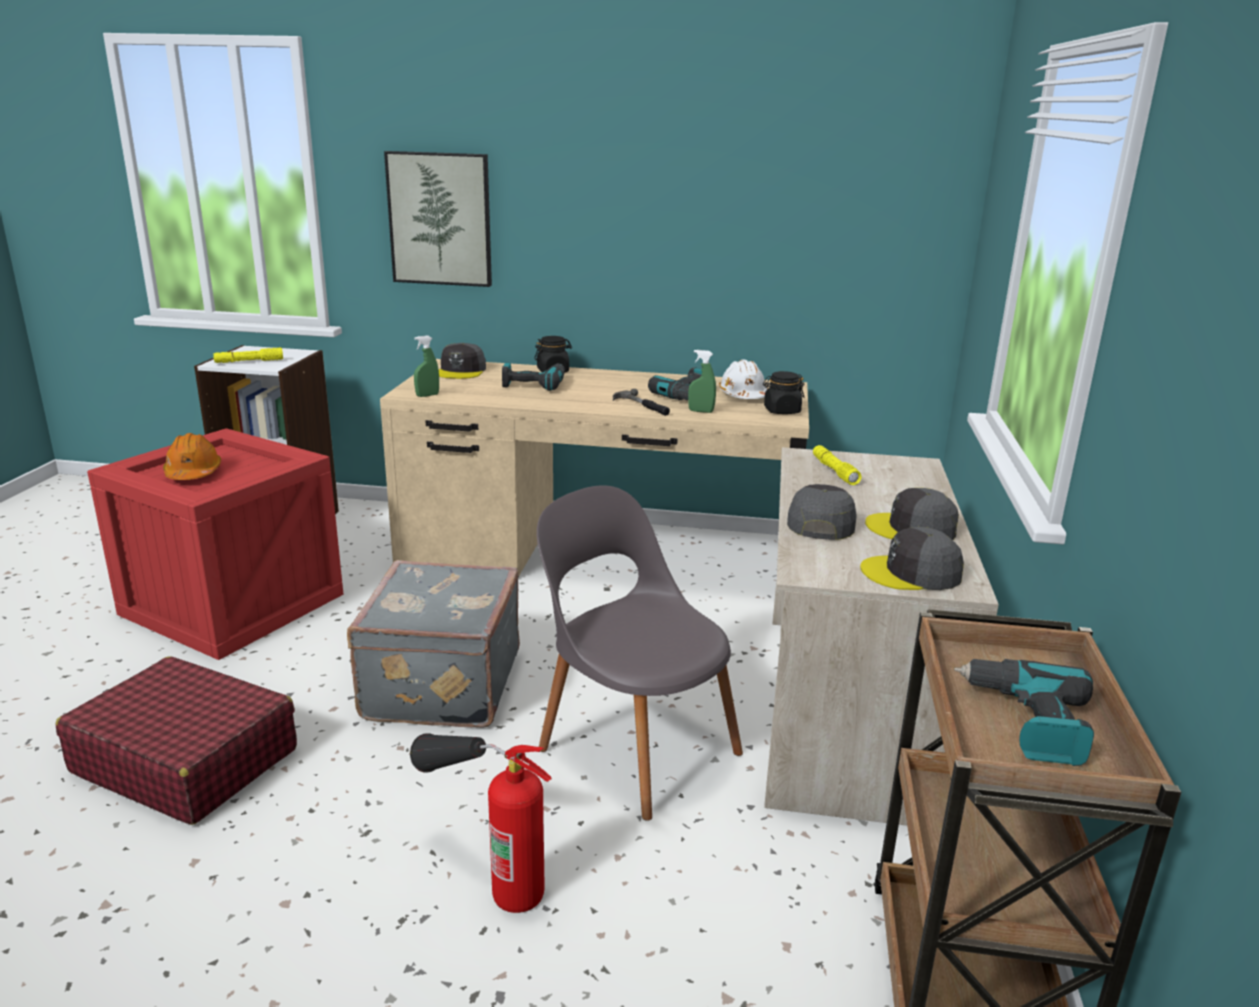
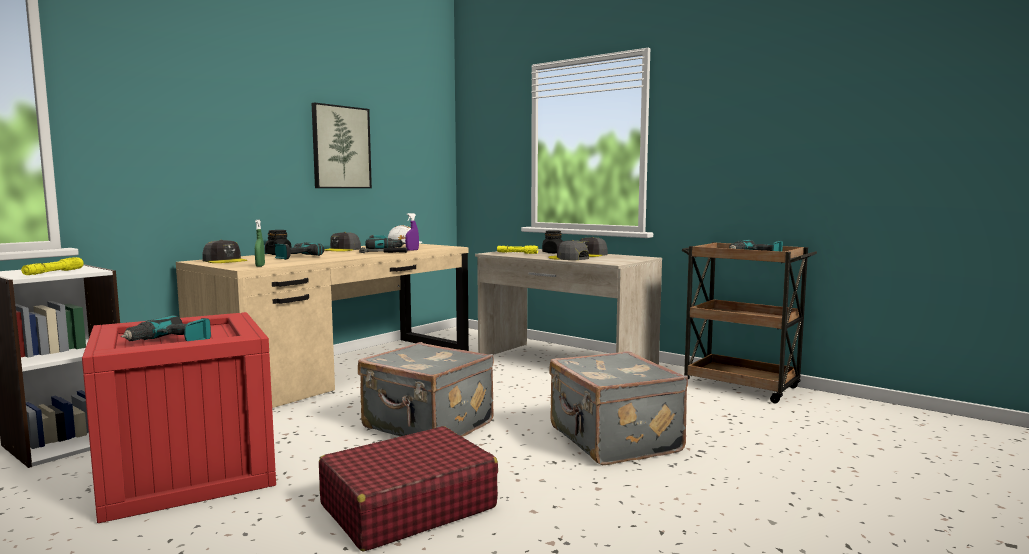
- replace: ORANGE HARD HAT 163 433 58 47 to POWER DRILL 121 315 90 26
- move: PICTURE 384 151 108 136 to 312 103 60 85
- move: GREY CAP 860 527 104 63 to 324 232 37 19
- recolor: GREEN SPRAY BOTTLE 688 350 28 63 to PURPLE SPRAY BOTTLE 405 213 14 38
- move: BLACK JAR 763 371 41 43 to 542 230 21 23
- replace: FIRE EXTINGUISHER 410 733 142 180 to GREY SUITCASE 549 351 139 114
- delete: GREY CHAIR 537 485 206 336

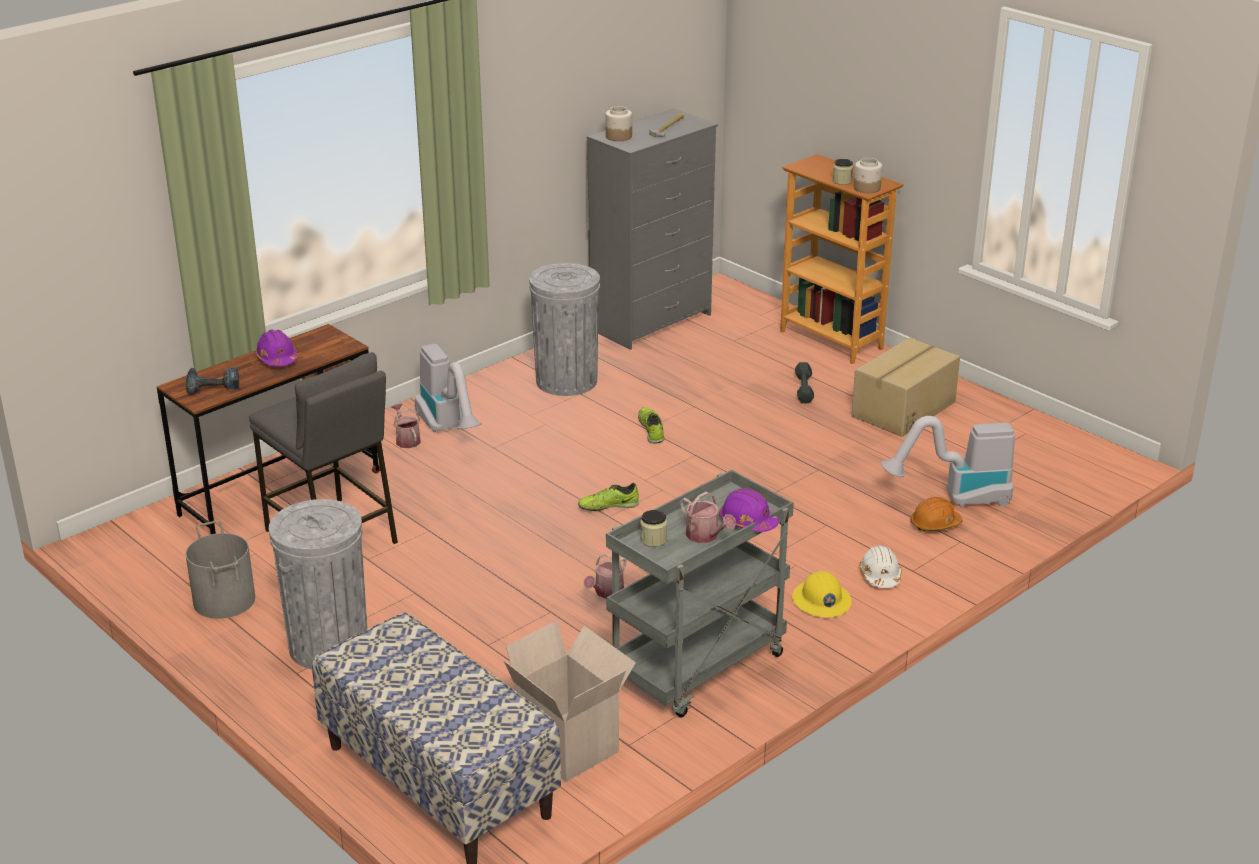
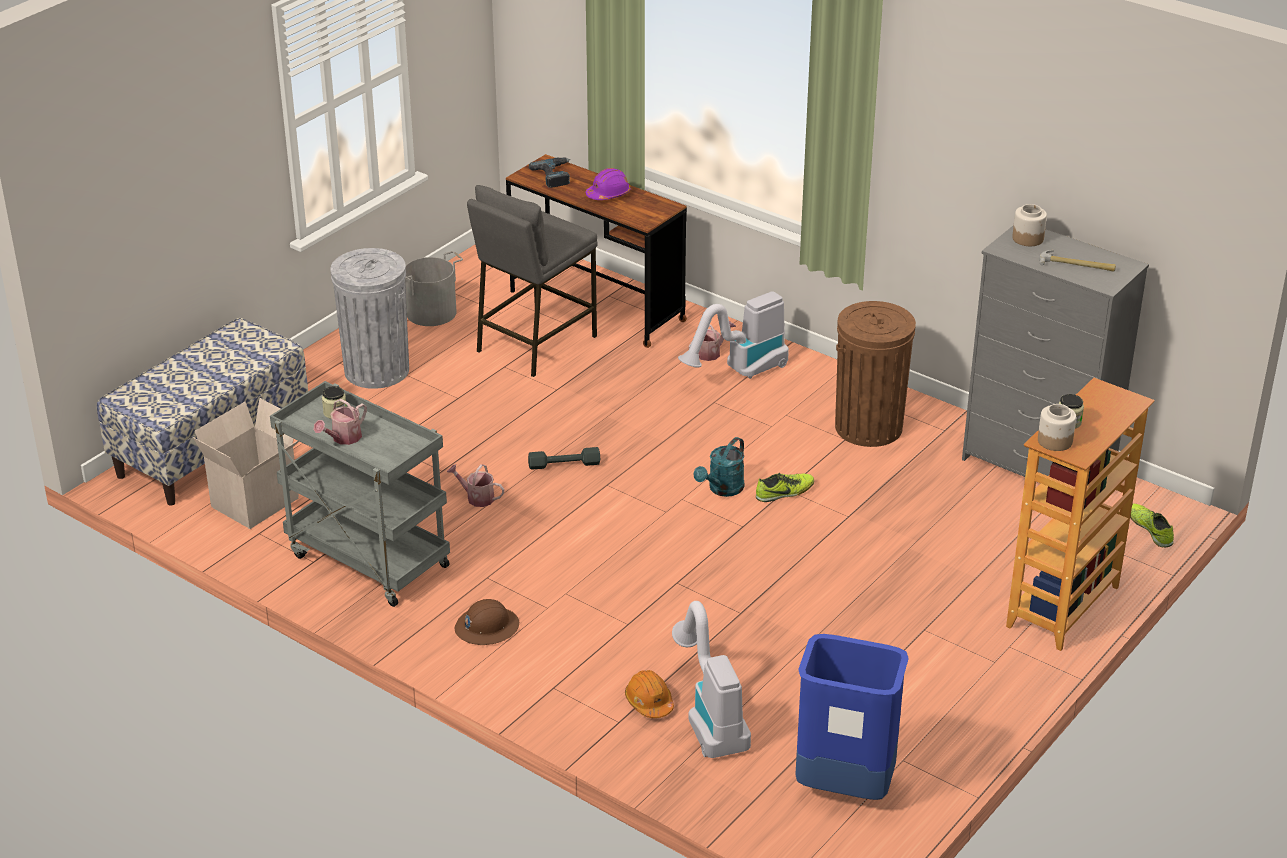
- recolor: YELLOW HARD HAT 792 571 60 47 to BROWN HARD HAT 455 599 64 46
- move: GREY DUMBBELL 795 362 19 41 to 528 447 72 22
- insert: TURQUOISE WATERING CAN 694 437 50 60
- insert: BLUE TRASH CAN 795 634 114 166
- recolor: GREY TRASH CAN 529 263 71 133 to BROWN TRASH CAN 835 301 81 146
- move: SHOE 578 483 61 28 to 1130 503 44 45
- delete: PURPLE HARD HAT 719 488 60 44
- delete: CARDBOARD BOX 852 338 108 99
- delete: WHITE HARD HAT 859 545 42 43

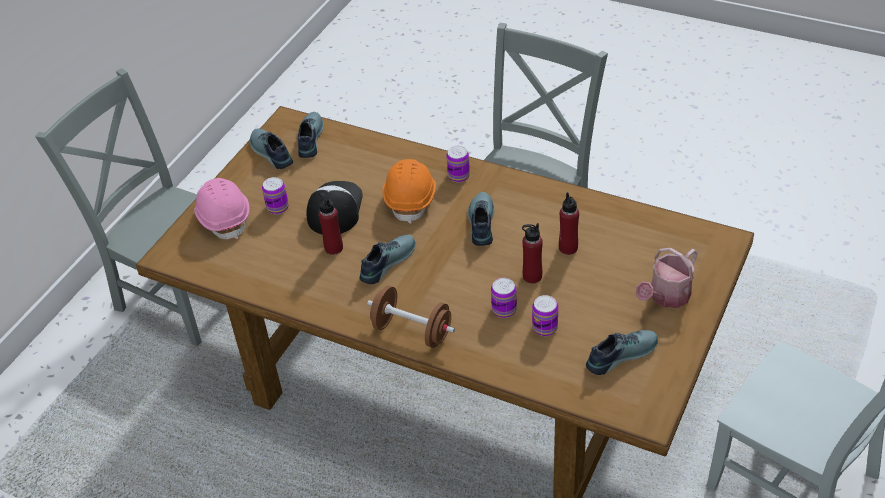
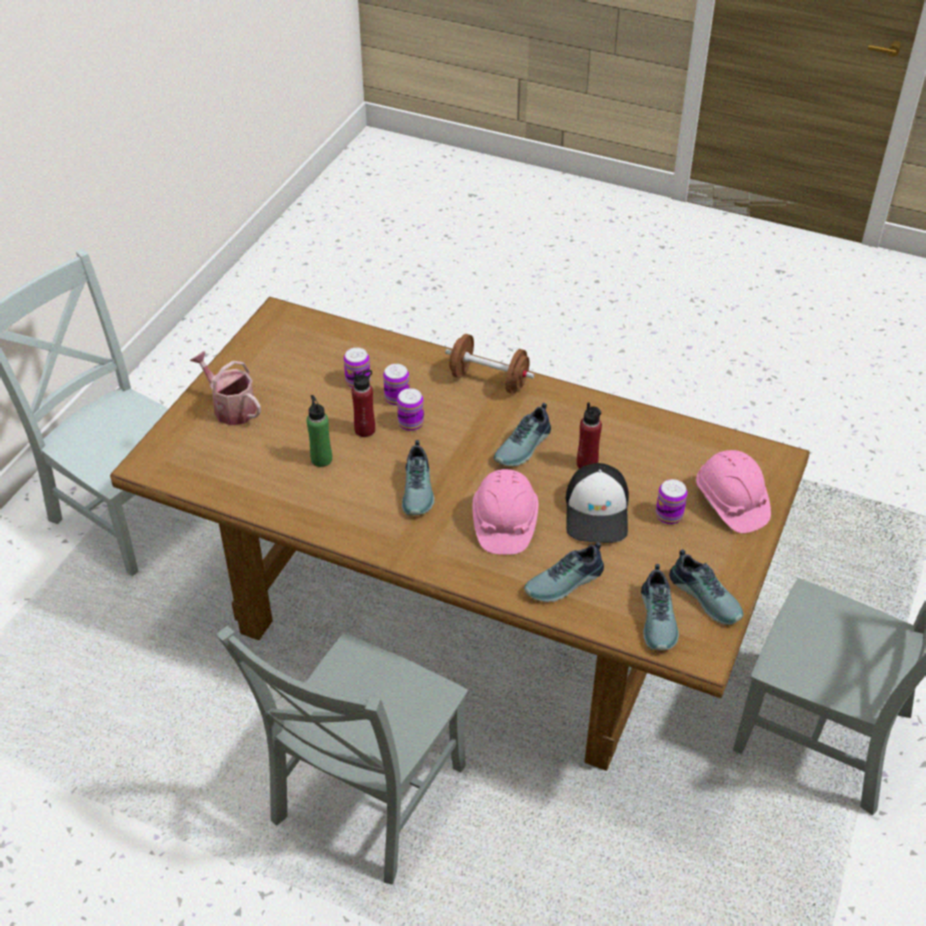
- rotate: WATERING CAN 636 248 62 60 = 190 351 71 74 90 degrees counterclockwise
- recolor: RED BOTTLE 559 192 20 63 to GREEN BOTTLE 306 395 26 72
- move: CAN 446 146 24 36 to 397 388 27 43
- recolor: ORANGE HARD HAT 382 159 54 65 to PINK HARD HAT 472 469 66 86
- move: SHOE 586 330 72 45 to 524 542 80 60

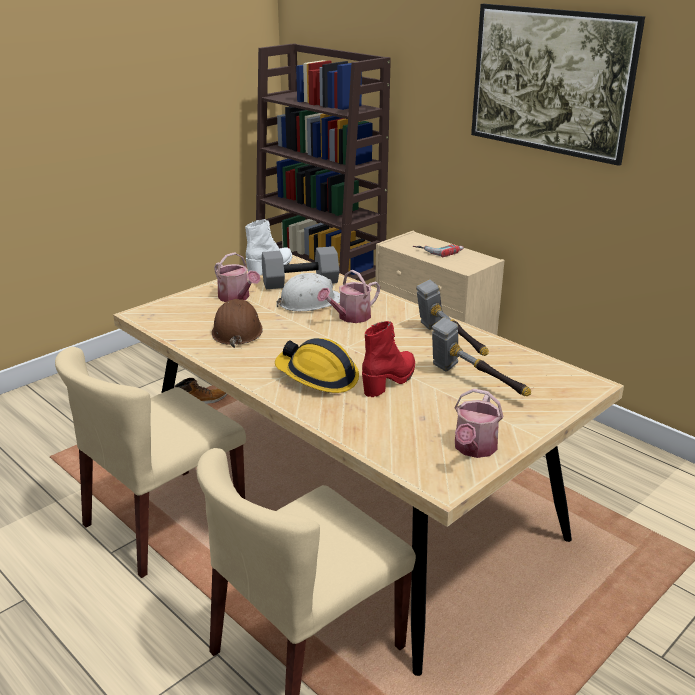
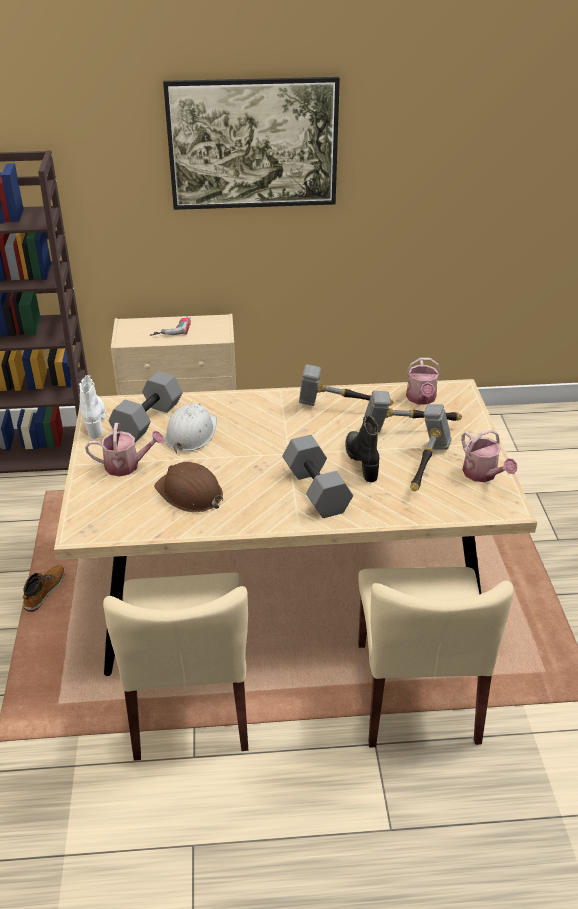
- replace: HARD HAT 275 338 84 55 to GREY DUMBBELL 283 435 70 83
- recolor: RED BOOT 362 321 53 76 to BLACK BOOT 346 415 33 67
- move: WATERING CAN 317 270 63 53 to 406 358 35 47
- insert: HAMMER 410 404 42 87

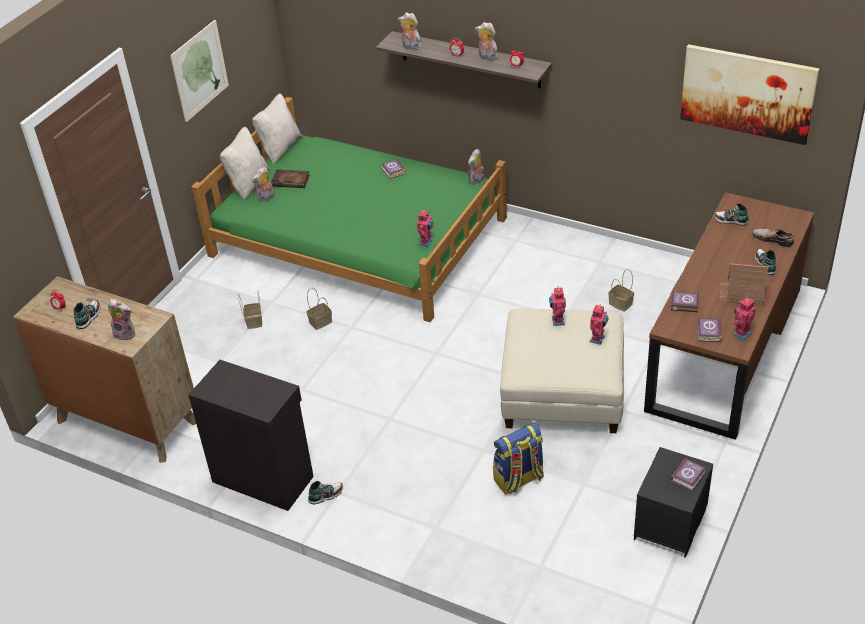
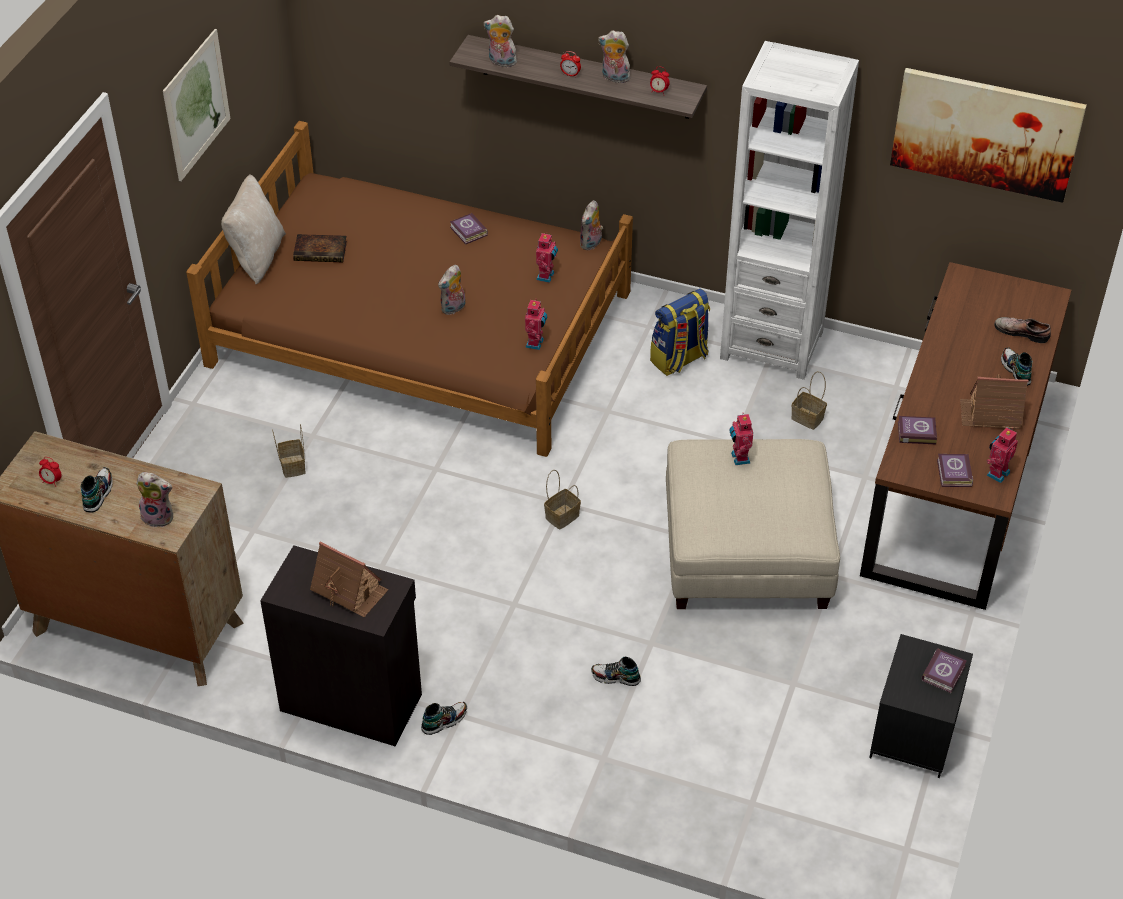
- recolor: GREEN BED 191 97 316 225 to BROWN BED 186 121 447 336
- insert: TOY HOUSE 310 541 79 76
- move: PLUSH TOY 251 167 23 35 to 438 265 28 50
- move: TOY ROBOT 590 305 19 40 to 536 233 22 50
- move: BASKET 306 288 26 42 to 544 470 37 60
- move: SHOE 714 203 35 23 to 591 657 50 29
- move: BACKPACK 493 423 51 72 to 650 289 60 87
- insert: WHITE BOOKCASE 720 41 139 339
- delete: BEIGE PILLOW 252 94 51 70

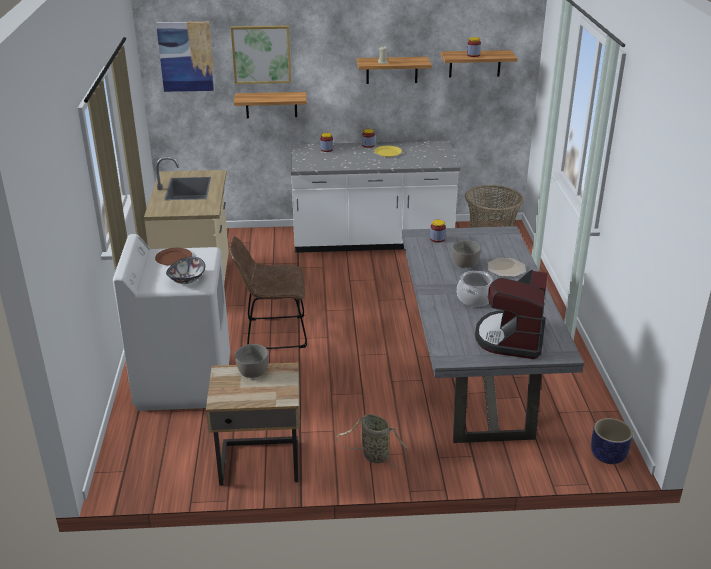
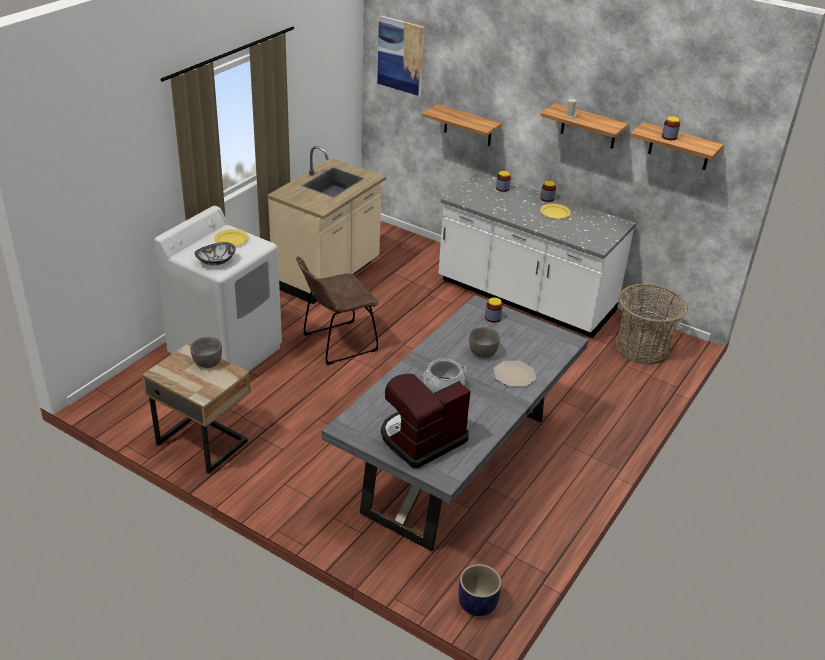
- recolor: BROWN PLATE 155 248 37 18 to YELLOW PLATE 214 229 35 17
- rotate: BROWN CHAIR 229 236 78 113 = 296 256 82 109 60 degrees counterclockwise
- delete: PICTURE 231 25 60 59
- delete: BASKET 337 414 70 53

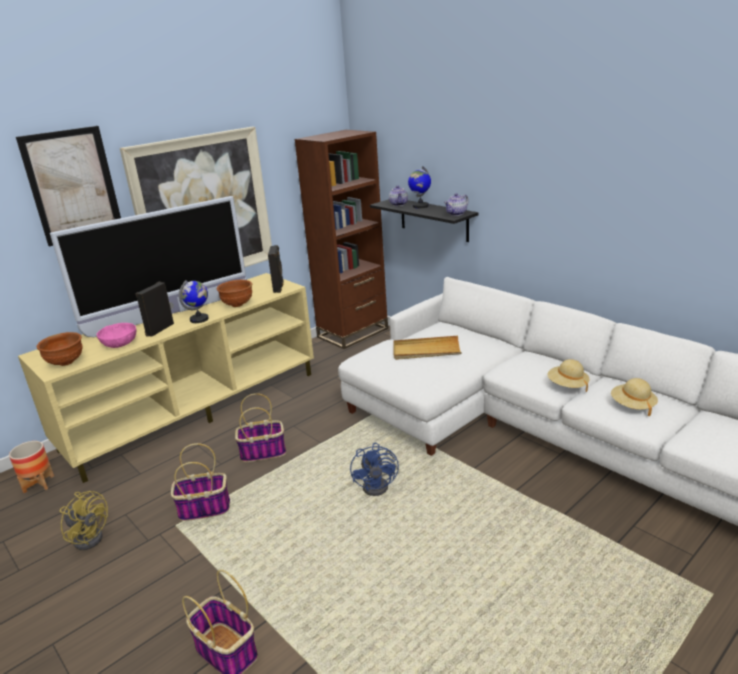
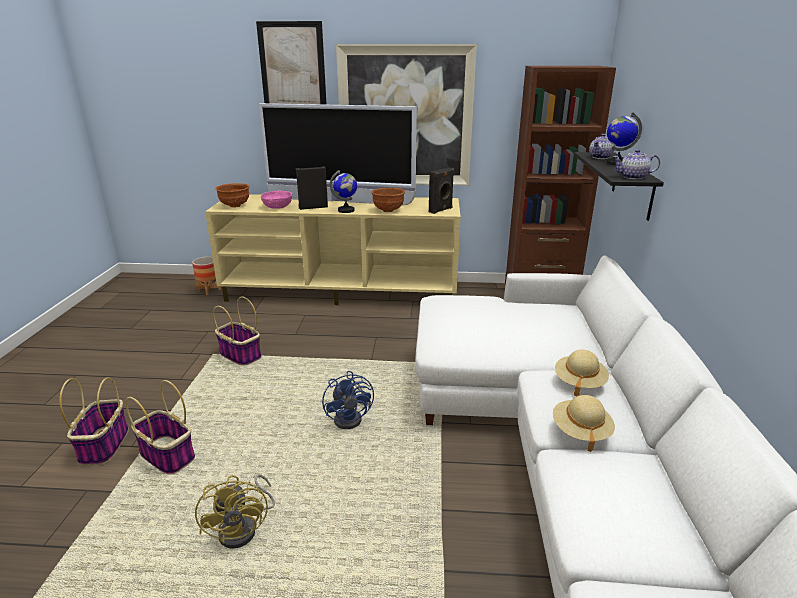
- move: BASKET 235 393 51 69 to 125 380 70 94
- move: YELLOW FAN 60 491 48 59 to 195 475 80 74
- rotate: BLUE FAN 350 443 50 53 = 322 371 52 58 60 degrees counterclockwise
- move: BEIGE HAT 611 378 47 38 to 555 350 54 47
- delete: BEIGE TRAY 393 336 69 24

